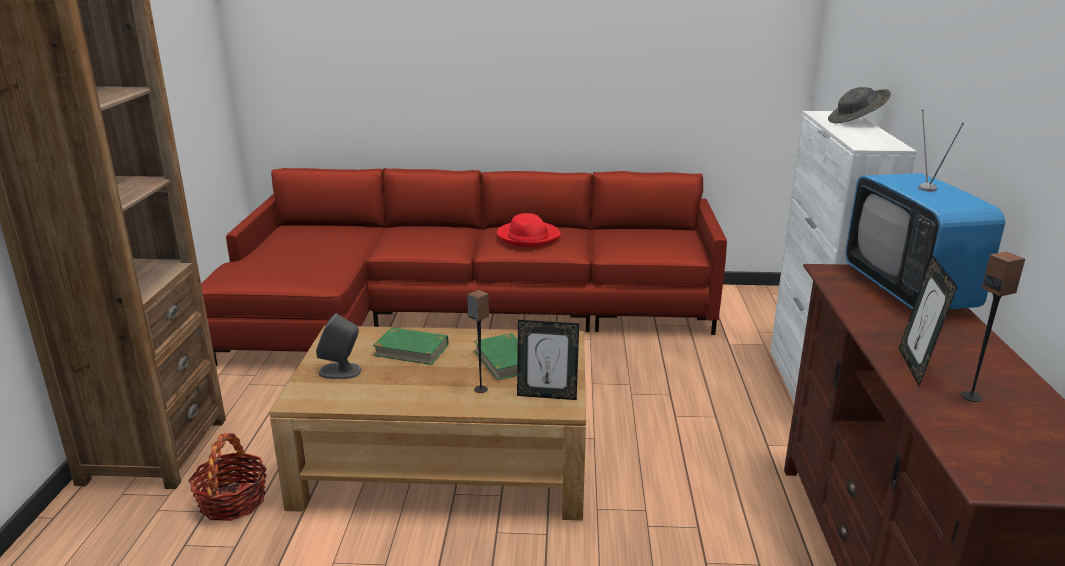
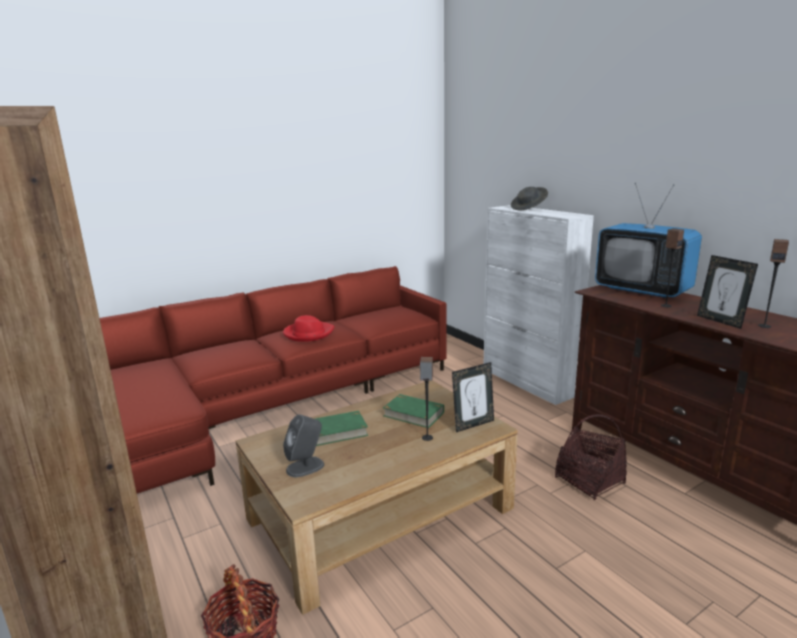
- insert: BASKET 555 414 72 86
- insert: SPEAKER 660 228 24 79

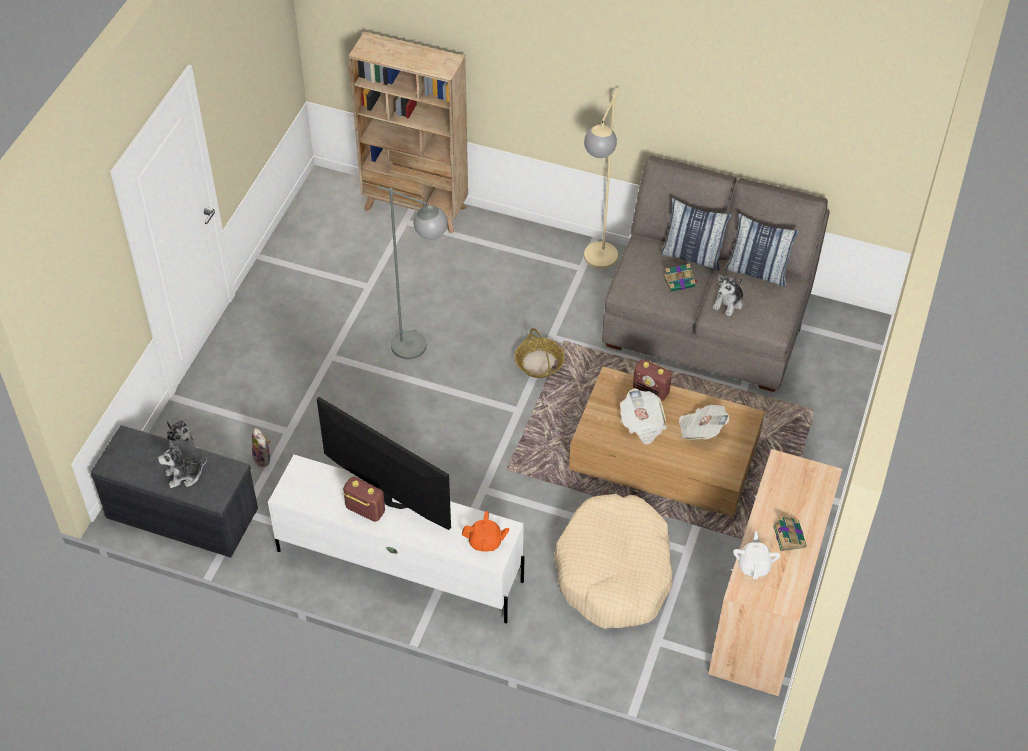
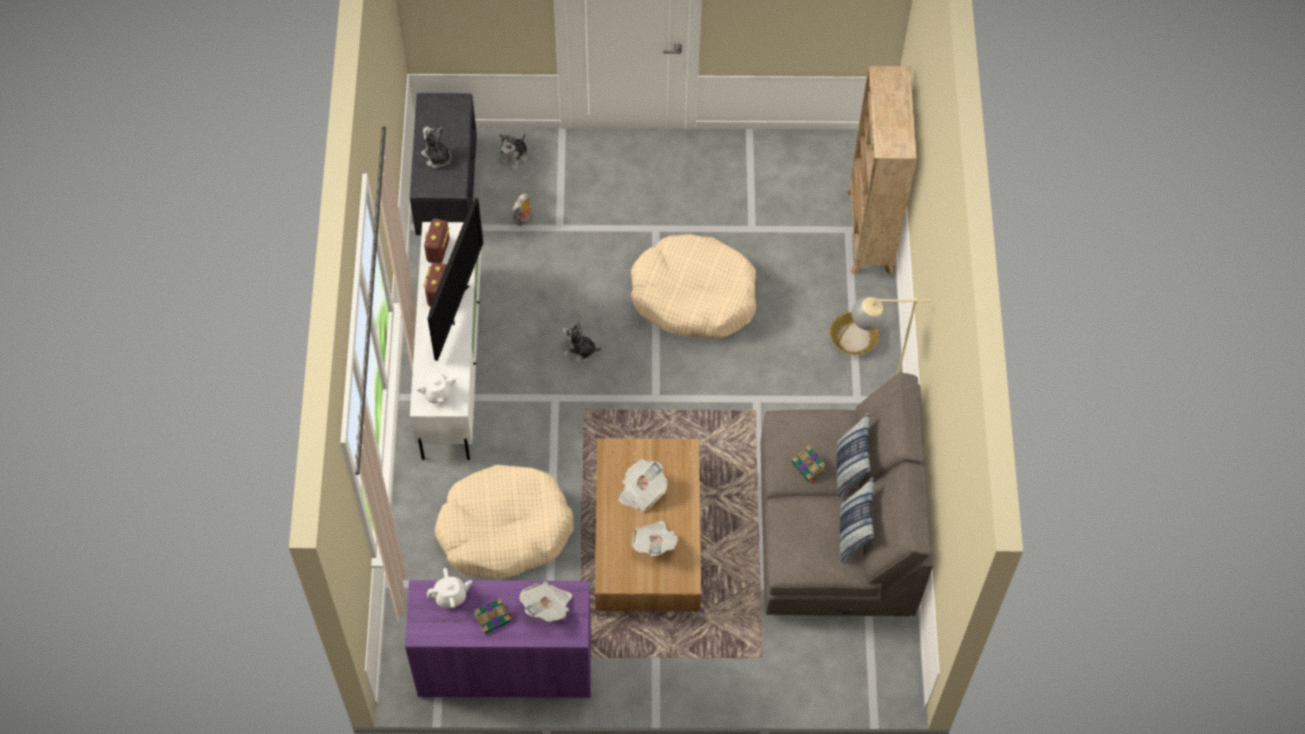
- recolor: BEIGE CABINET 709 449 133 248 to PURPLE CABINET 405 580 186 118
- recolor: ORANGE TEAPOT 462 511 47 41 to WHITE TEAPOT 416 367 40 36
- move: RADIO 633 359 39 42 to 424 219 26 44
- insert: NEWSPAPER 519 581 54 41
- move: PLUSH TOY 713 274 30 43 to 562 320 39 42
- replace: GREY FLOOR LAMP 378 186 70 173 to BEIGE DOG BED 631 234 125 105
- move: BASKET 515 328 50 50 to 830 311 50 44

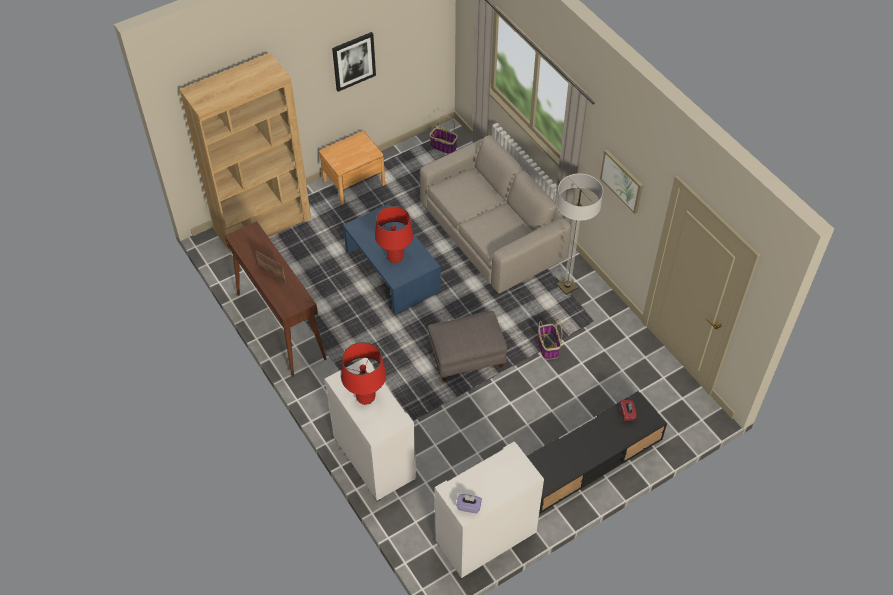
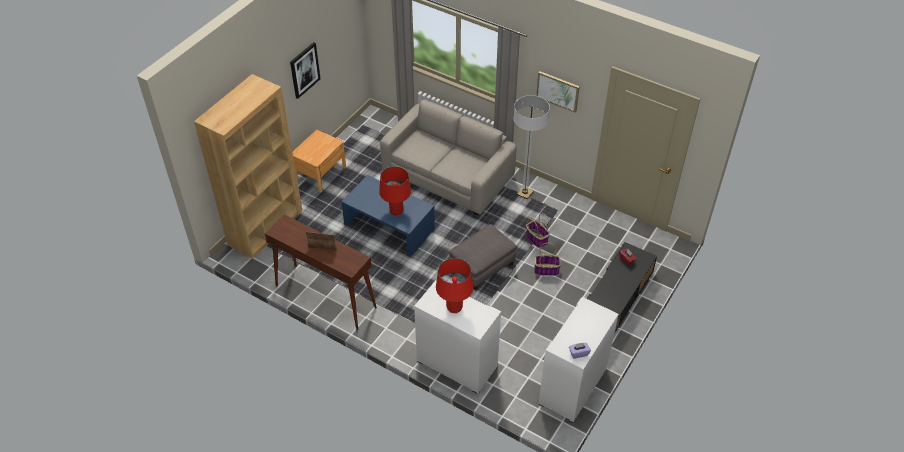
- move: BASKET 429 116 29 38 to 534 243 27 33

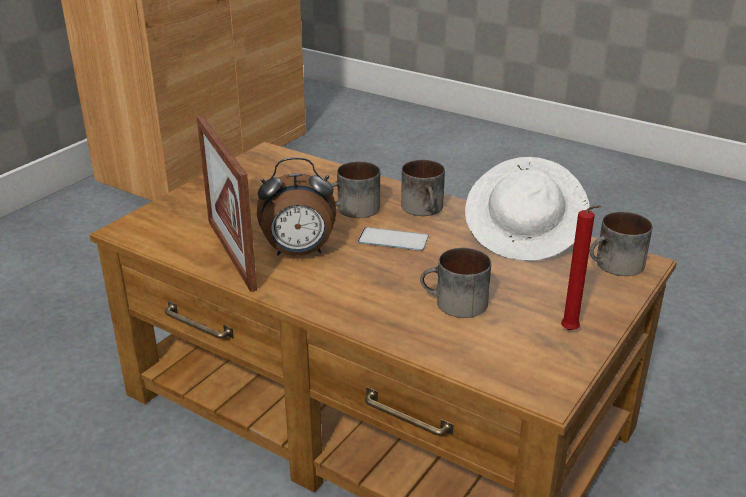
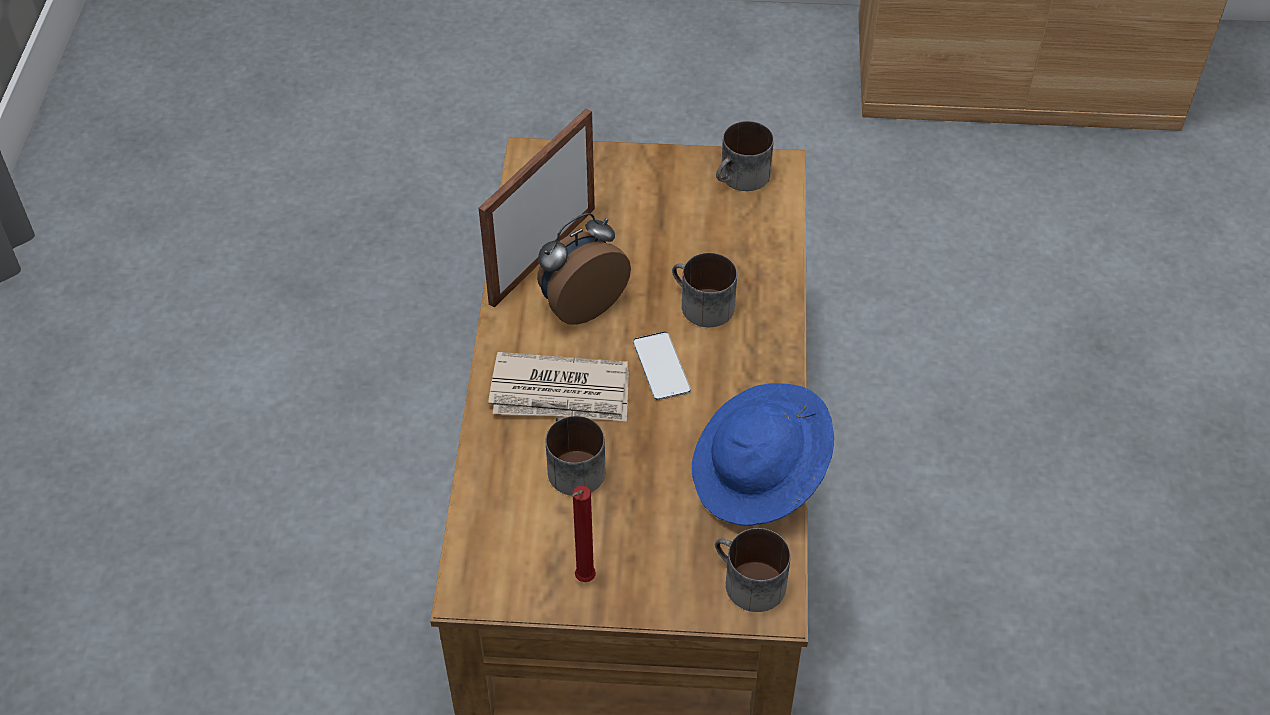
- insert: NEWSPAPER 488 352 141 69
- rotate: ALARM CLOCK 257 157 79 99 = 537 213 94 112 90 degrees clockwise
- recolor: WHITE HAT 465 157 125 104 to BLUE HAT 692 383 142 143
- move: MUG 401 160 44 56 to 716 121 58 70

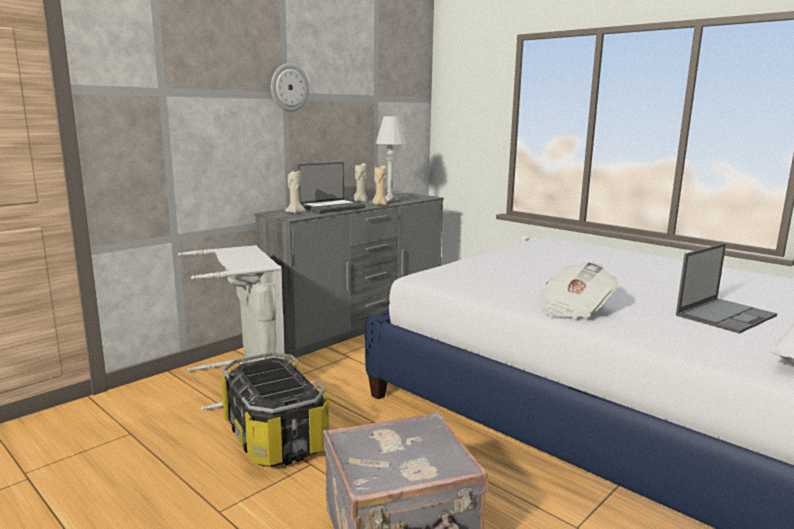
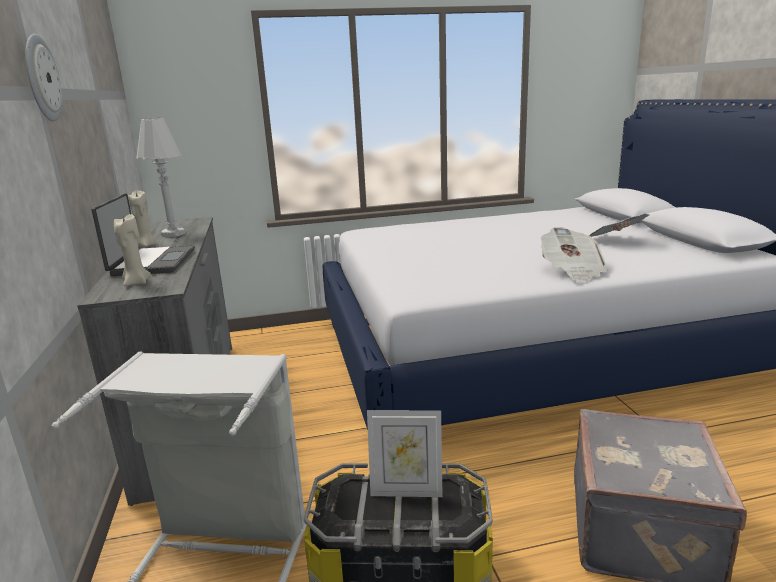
- insert: PICTURE FRAME 367 411 76 86
- replace: LAPTOP 676 243 101 91 to NEWSPAPER 589 214 60 23
- delete: BEIGE CANDLE 372 165 15 40

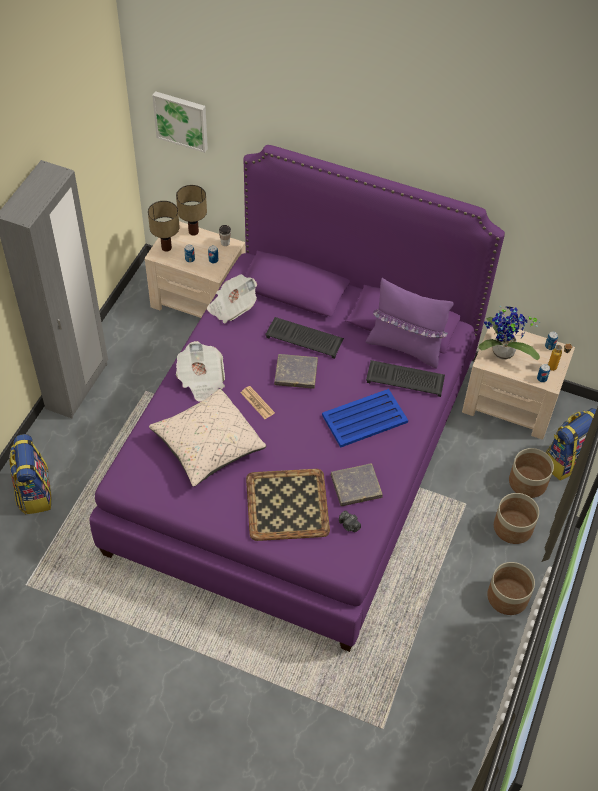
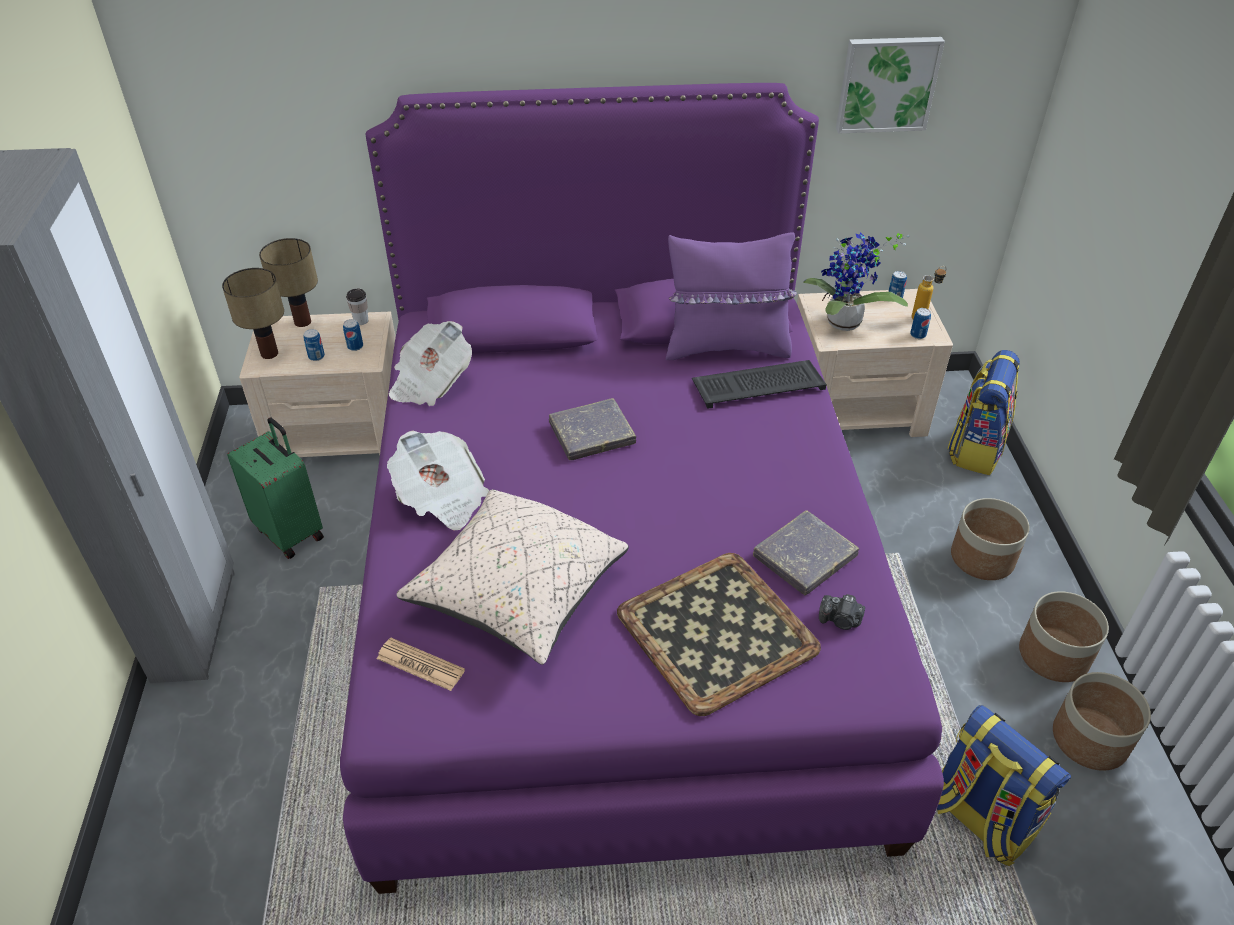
- insert: GREEN SUITCASE 227 417 97 142
- move: NEWSPAPER 241 386 34 33 to 377 638 88 53
- move: PICTURE 152 91 56 62 to 836 37 109 97
- move: BACKPACK 9 434 42 80 to 937 705 134 161
- move: PLANTER 509 448 45 50 to 1053 672 98 99
- delete: KEYBOARD 265 317 79 42
- delete: BLUE TRAY 322 389 86 59

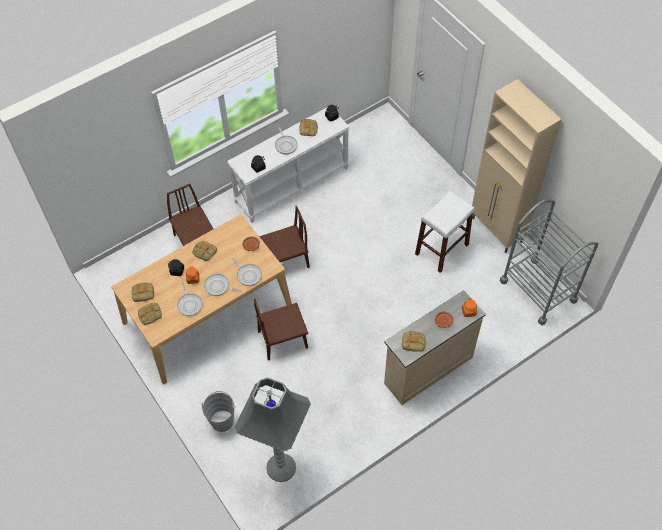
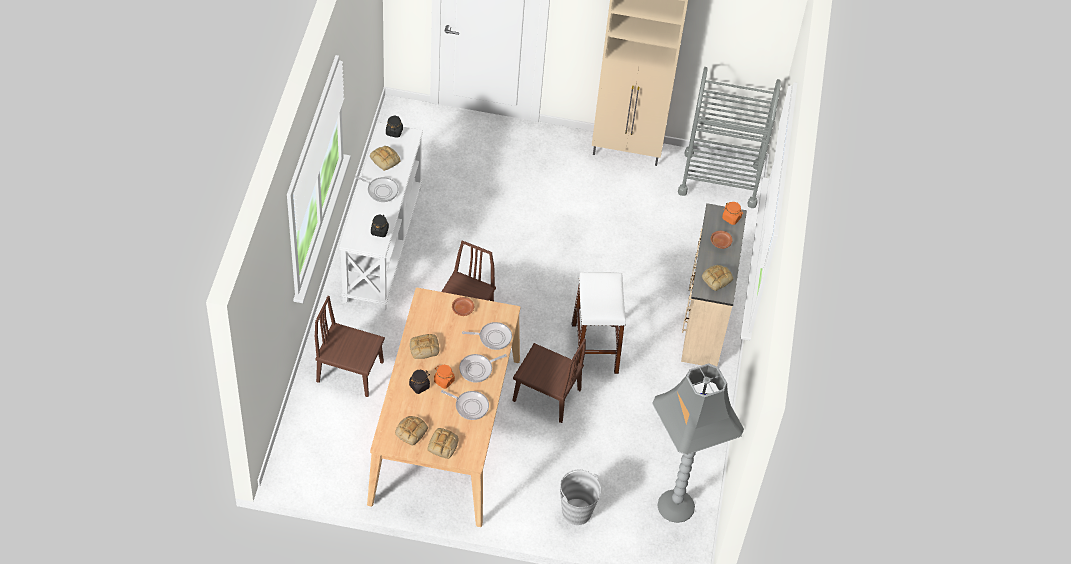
- rotate: BROWN CHAIR 254 299 54 61 = 513 339 73 84 90 degrees counterclockwise
- move: WHITE STOOL 415 190 59 83 to 572 272 54 102

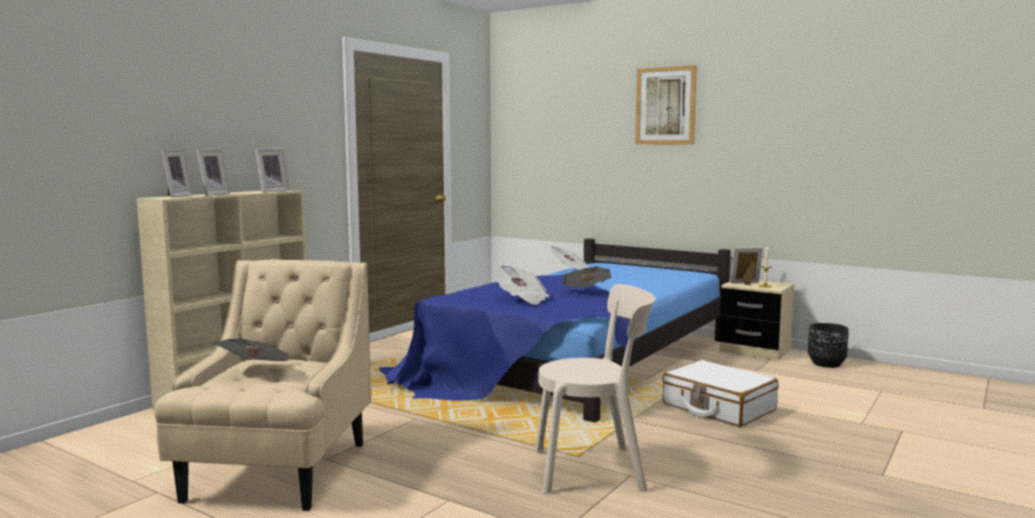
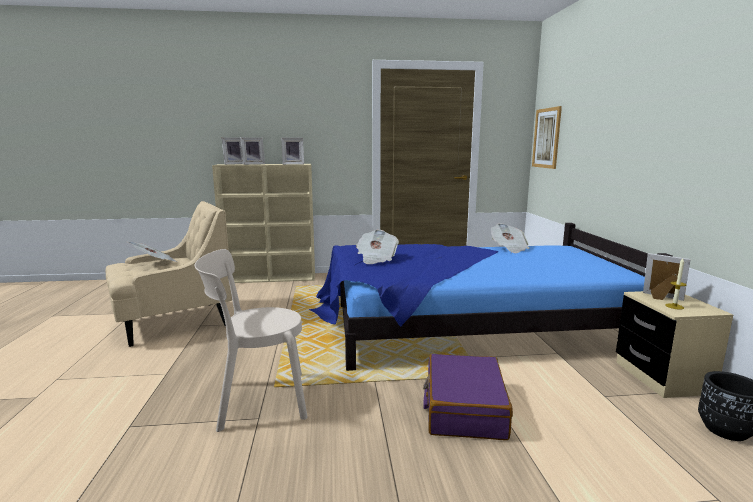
- rotate: BEIGE CHAIR 535 284 121 210 = 195 249 113 183 120 degrees clockwise
- recolor: WHITE SUITCASE 662 360 116 67 to PURPLE SUITCASE 423 354 90 86
- move: PICTURE 635 65 62 79 to 532 106 30 63
- delete: NEWSPAPER 563 267 48 20

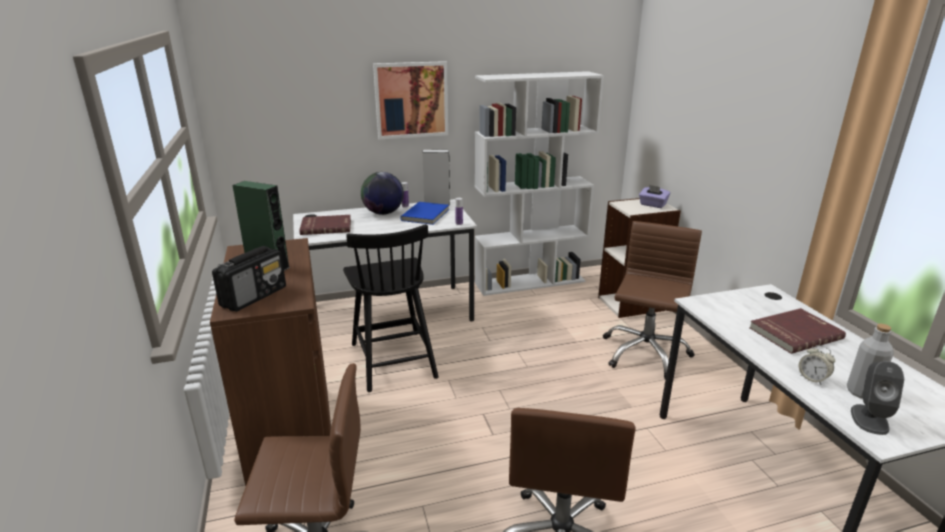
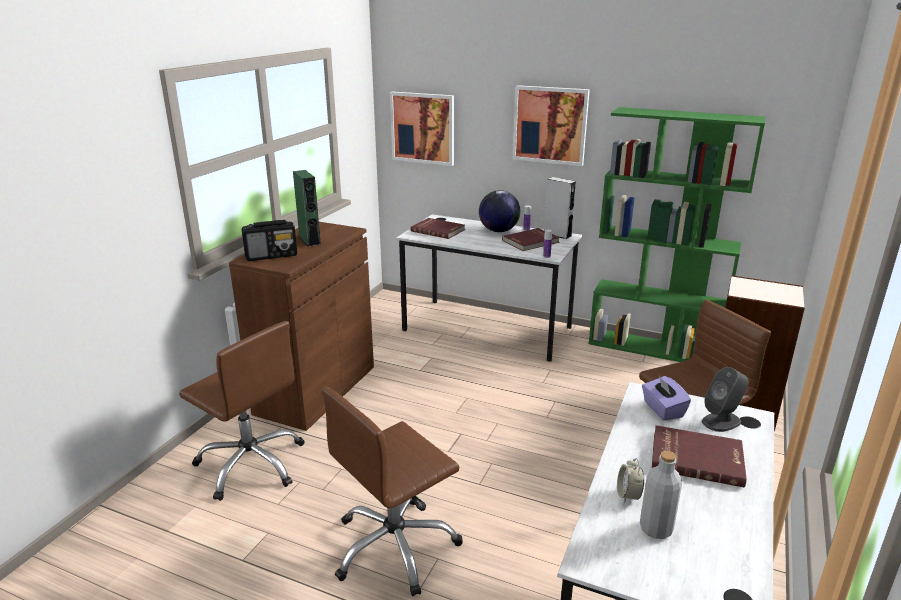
- insert: PICTURE 390 91 64 75
- recolor: BLUE BOOK 400 202 49 23 to RED BOOK 502 228 58 23
- recolor: WHITE BOOKCASE 475 71 129 225 to GREEN BOOKCASE 588 107 178 255
- move: PURPLE TISSUE BOX 639 185 31 23 to 642 376 49 45
- move: GREY SPEAKER 851 361 53 74 to 702 367 47 65
- delete: BLACK CHAIR 343 224 96 168

